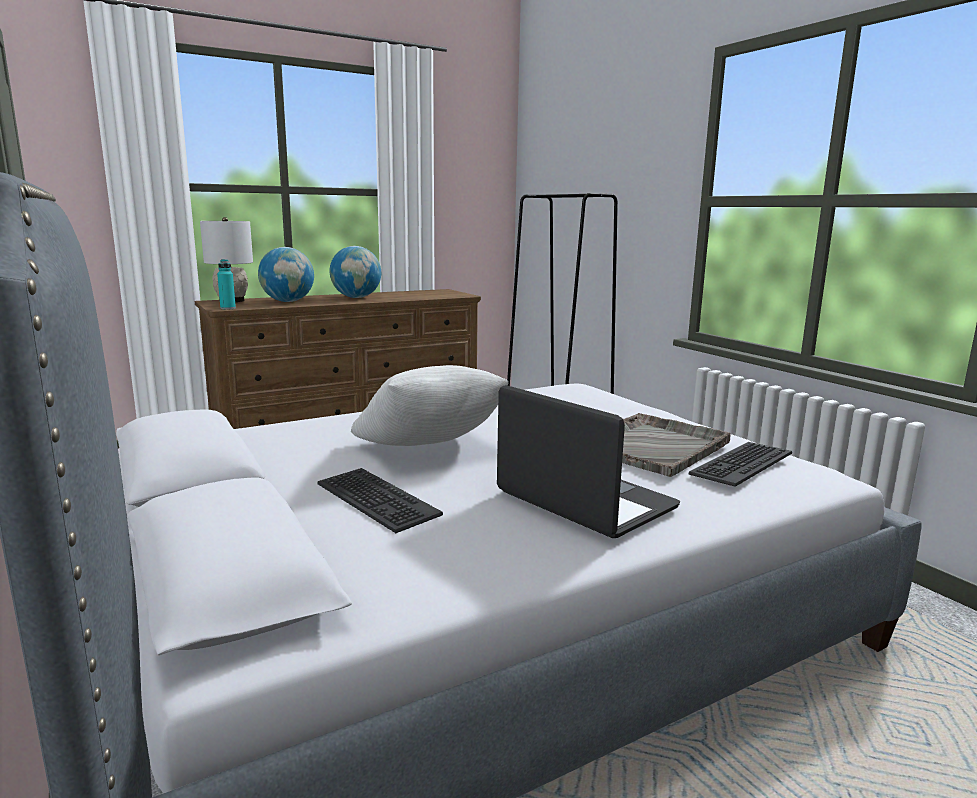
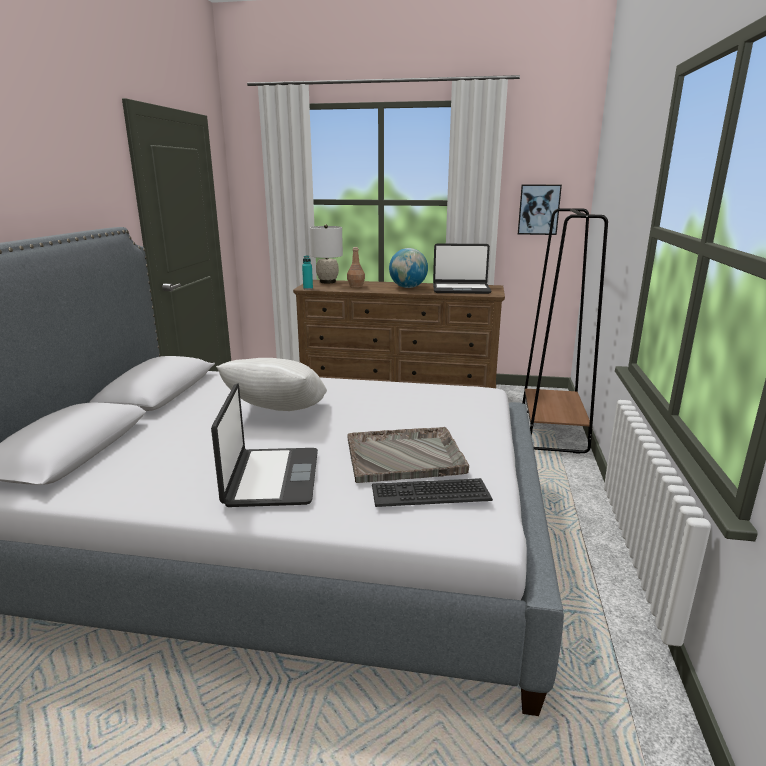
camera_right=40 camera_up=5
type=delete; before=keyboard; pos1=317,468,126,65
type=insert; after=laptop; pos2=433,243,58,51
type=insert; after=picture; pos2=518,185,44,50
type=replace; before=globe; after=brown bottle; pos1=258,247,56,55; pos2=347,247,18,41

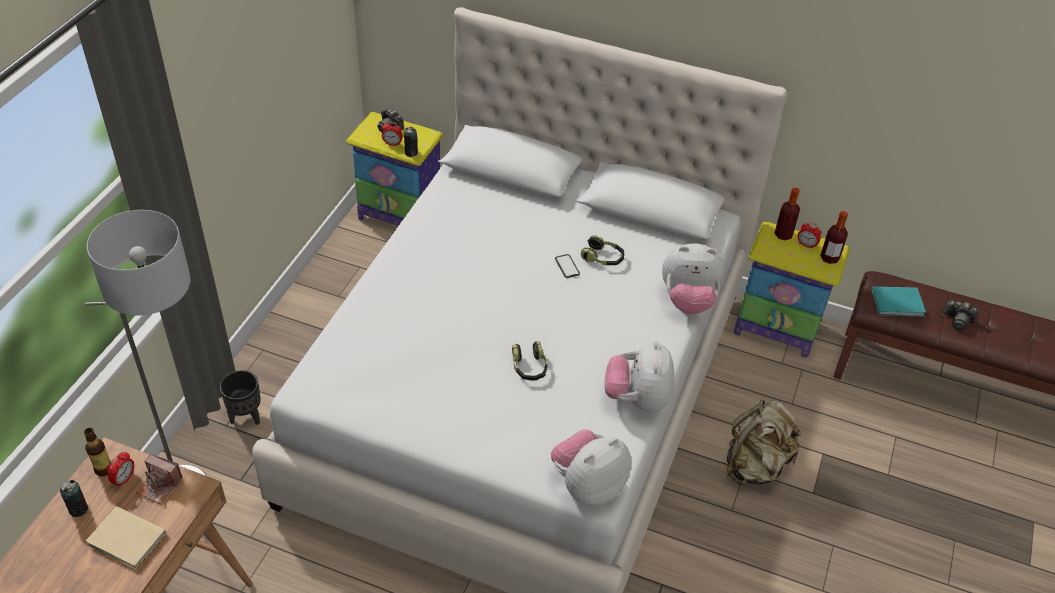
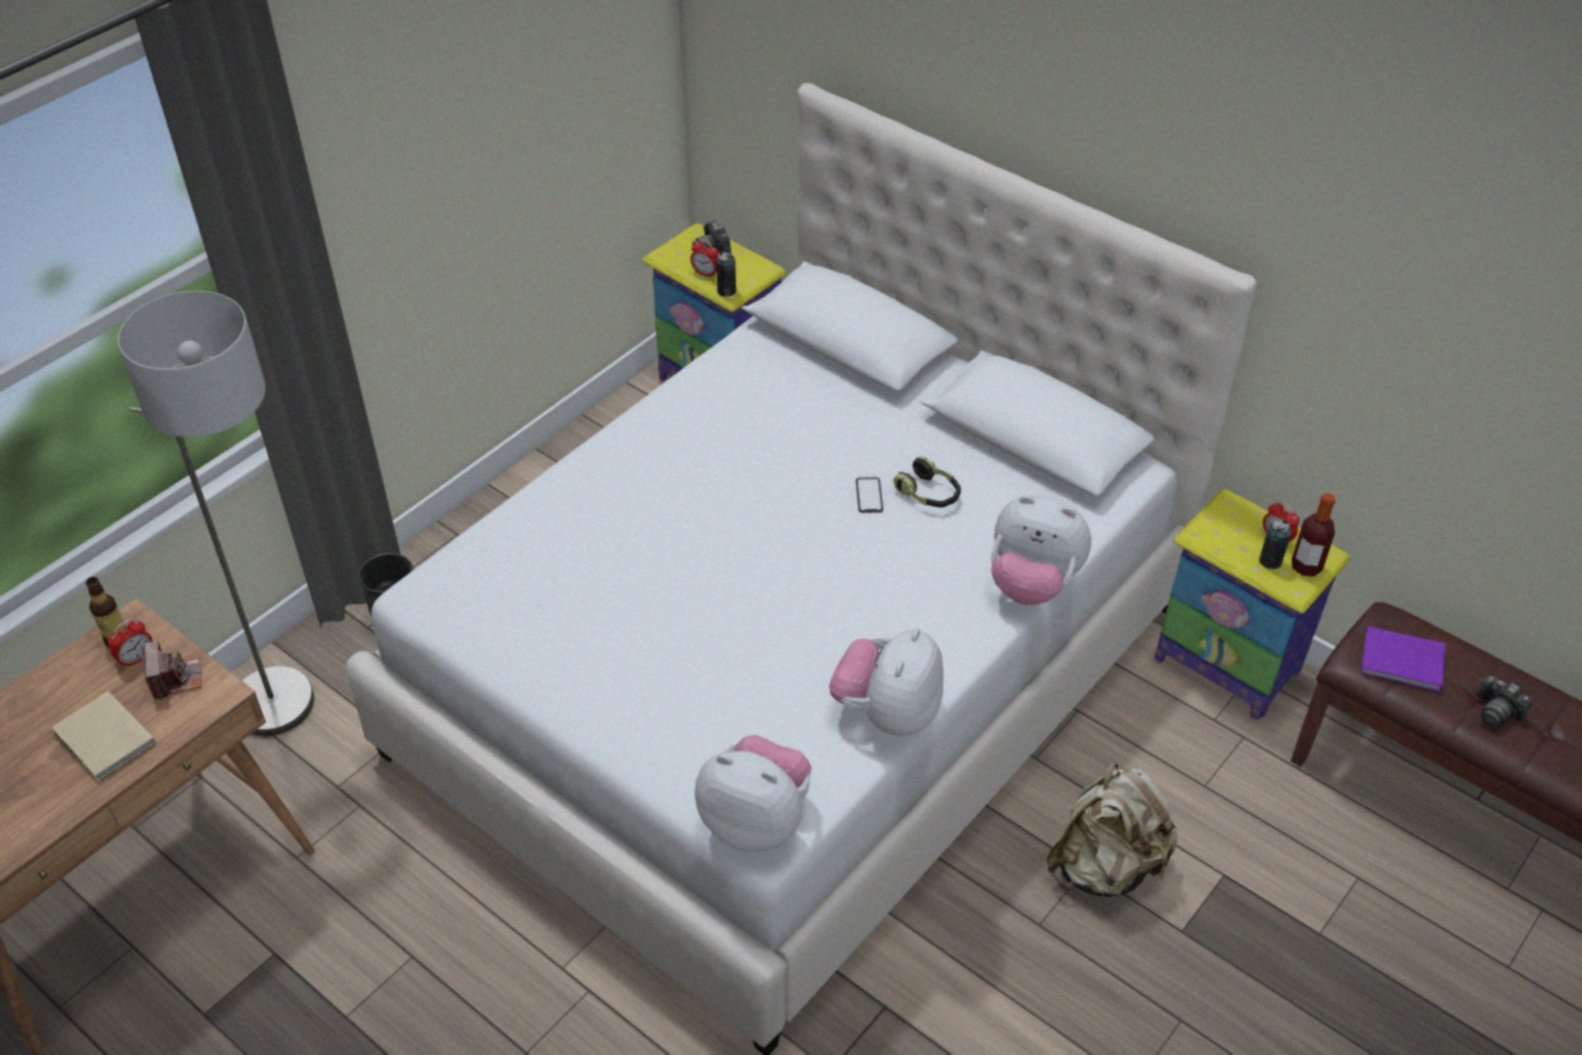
camera_right=20 camera_up=0
type=delete; before=headphones; pos1=512,341,36,40
type=delete; before=bottle; pos1=774,188,26,52
type=move; before=can; pos1=60,480,28,37; pos2=1259,519,33,50
type=recolor; before=turquoise book; after=purple book; pos1=871,287,55,29; pos2=1361,626,84,66
type=rotate; before=photo camera; pos1=136,454,47,50; pos2=140,641,62,59; turn=-150
type=rotate; before=plush toy; pos1=551,429,80,76; pos2=695,735,116,117; turn=45

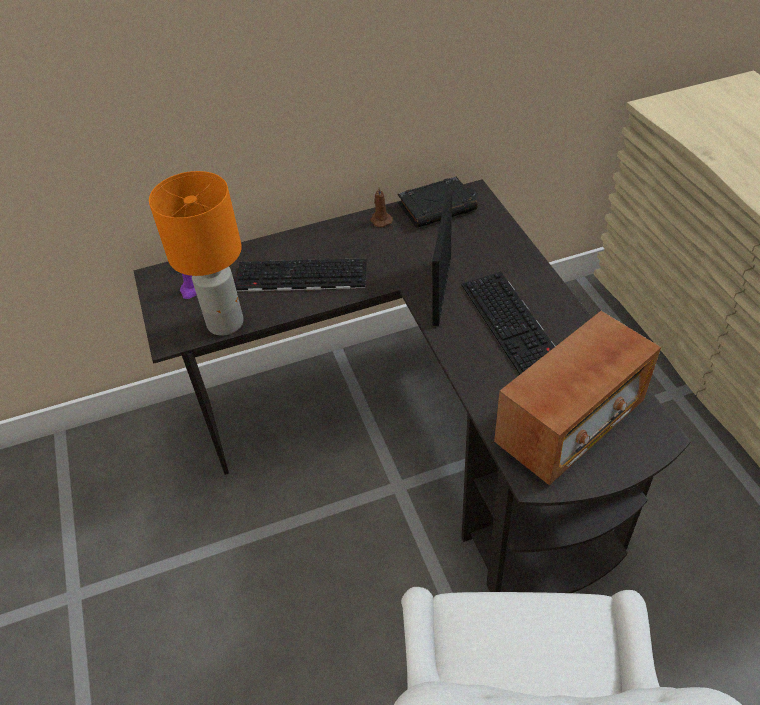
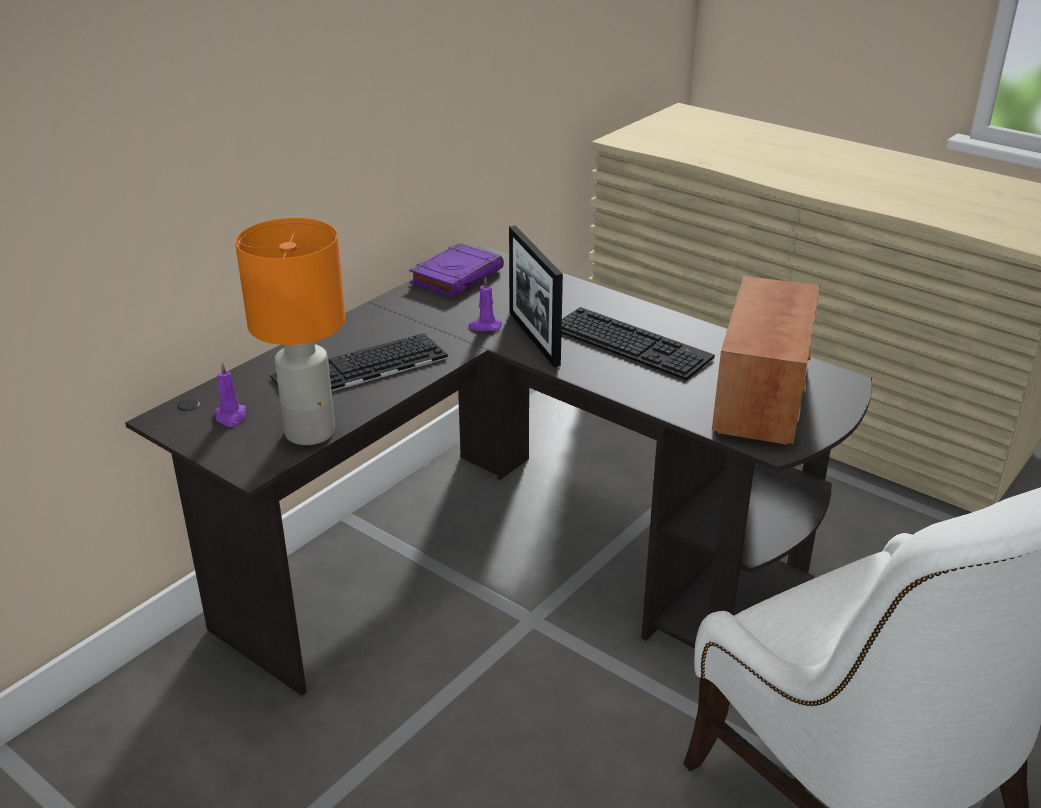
camera_right=-35 camera_up=-15
type=delete; before=brown candle; pos1=370,186,23,41
type=insert; after=purple candle; pos2=468,277,34,54
type=recolor; before=black book; after=purple book; pos1=398,177,80,51; pos2=409,243,95,54

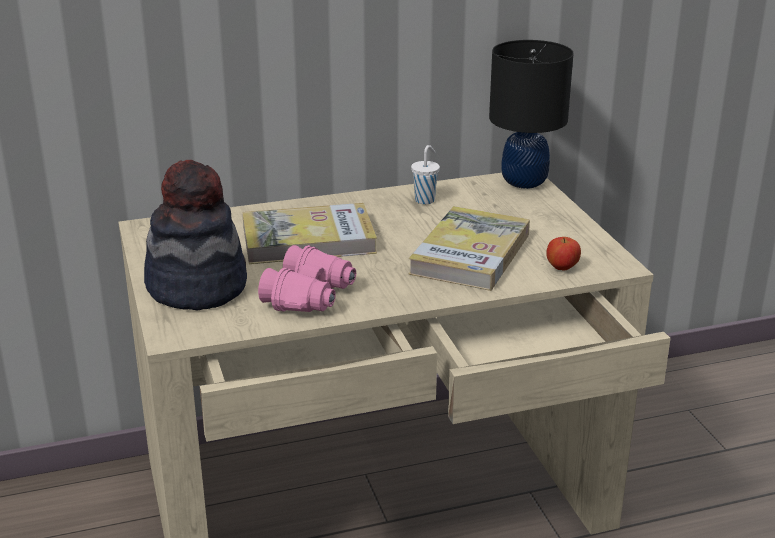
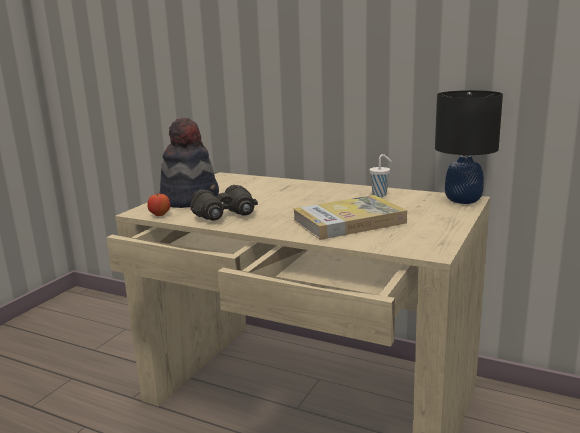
camera_right=45 camera_up=-10
type=delete; before=book; pos1=242,203,135,61
type=move; before=apple; pos1=546,237,35,34; pos2=148,194,22,22
type=recolor; before=pink binoculars; after=black binoculars; pos1=258,245,98,67; pos2=190,185,68,36

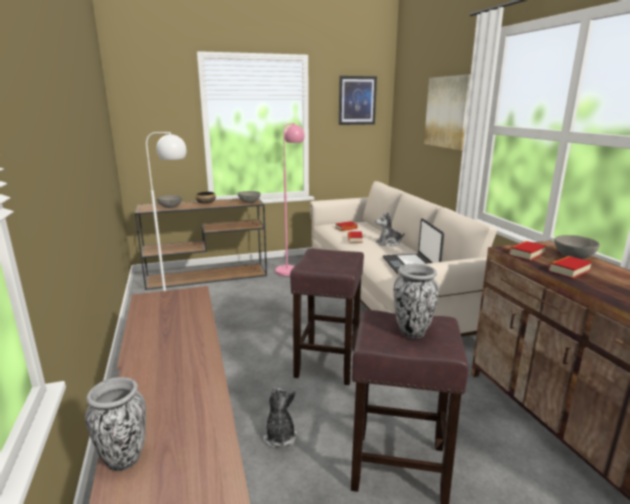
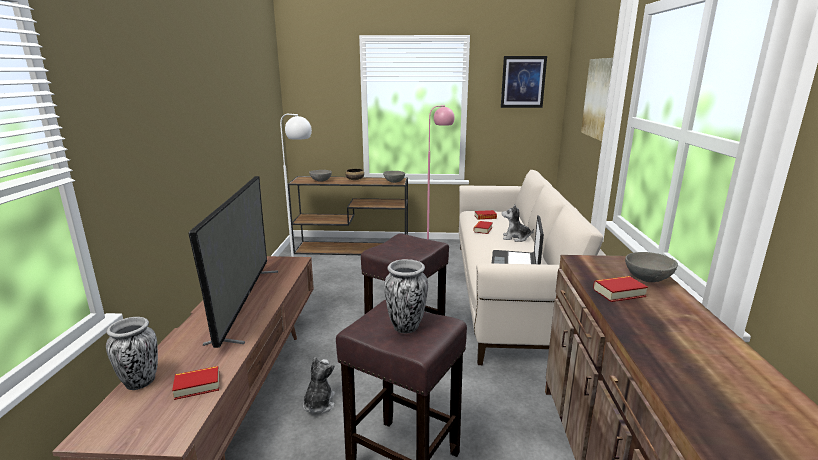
camera_right=20 camera_up=0
type=insert; after=television; pos2=189,176,89,172
type=move; before=book; pos1=509,241,37,20; pos2=172,366,47,34

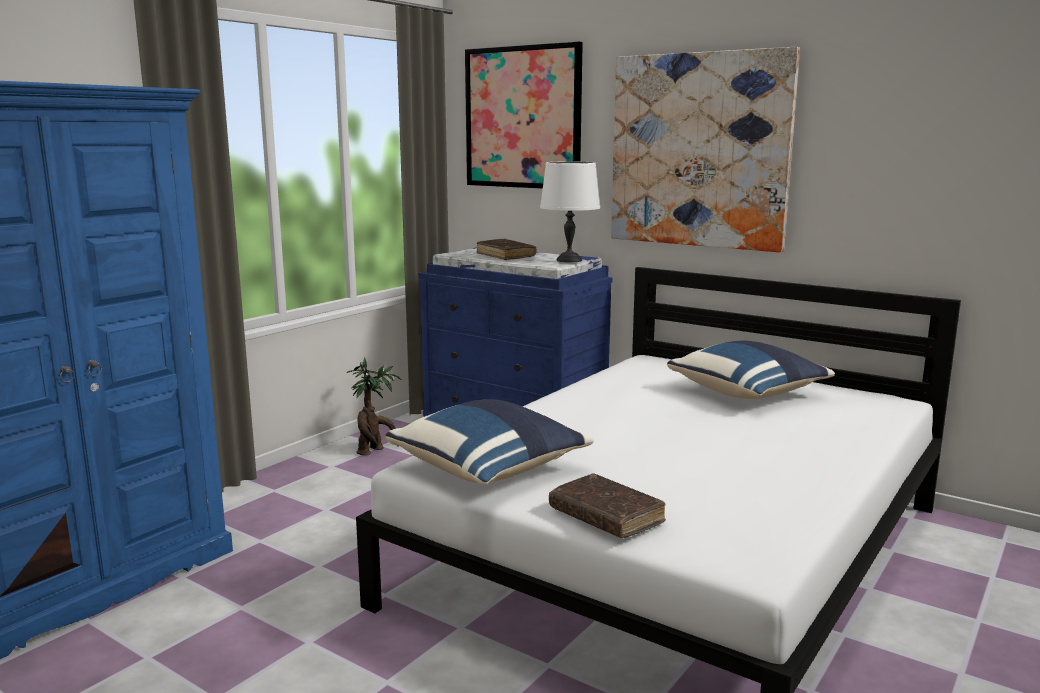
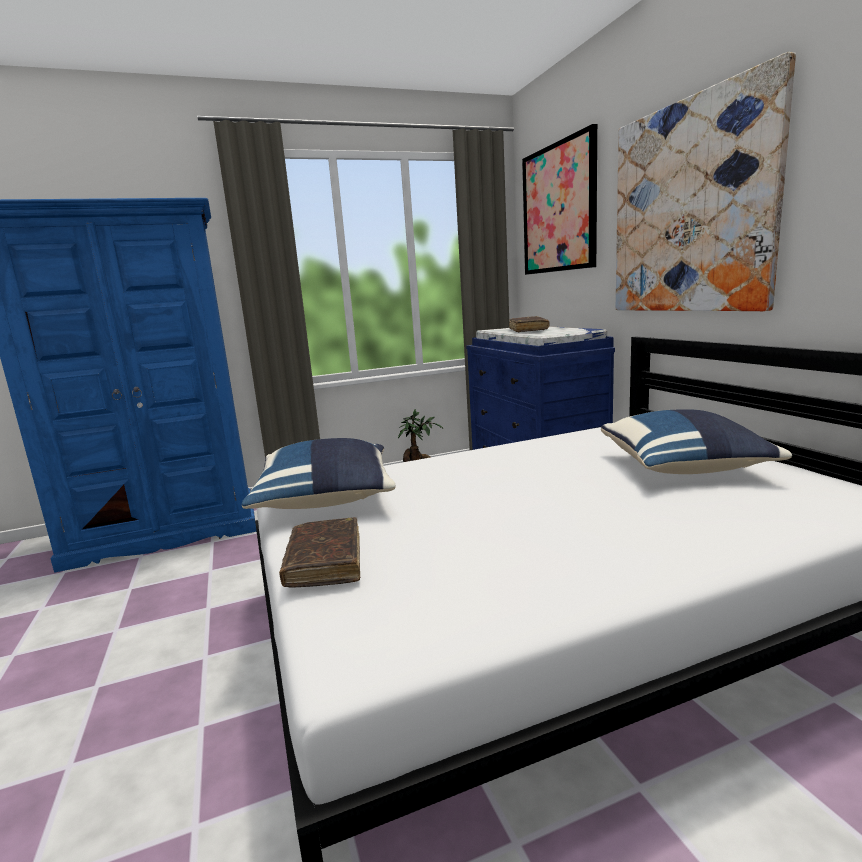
camera_right=35 camera_up=0
type=delete; before=white table lamp; pos1=540,162,60,100

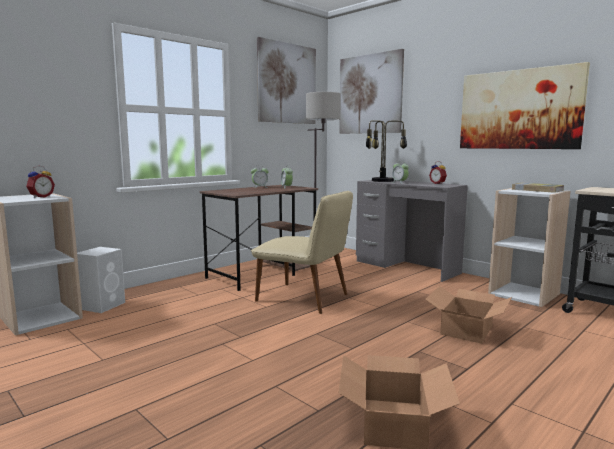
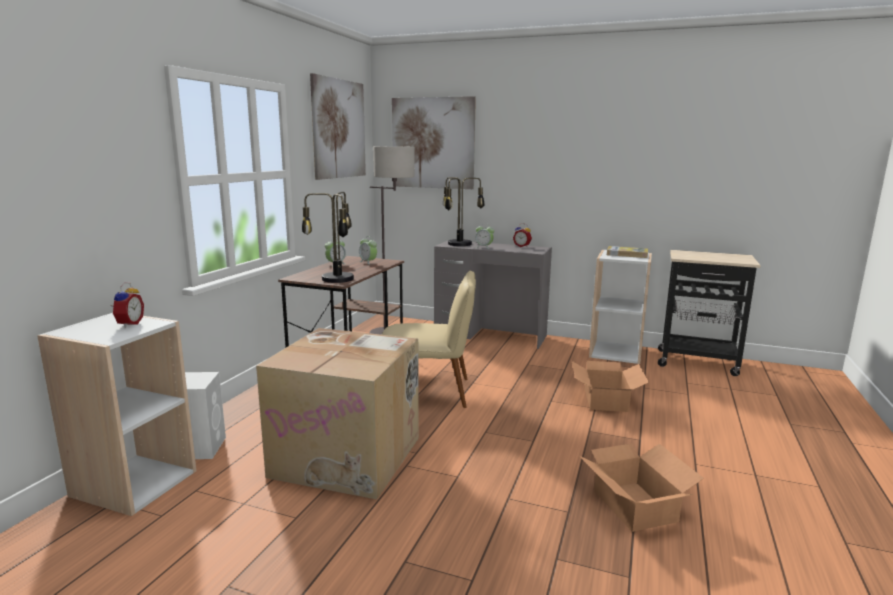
camera_right=-25 camera_up=5
type=delete; before=picture; pos1=460,62,130,87
type=insert; after=cardboard box; pos2=256,328,163,172
type=insert; after=table lamp; pos2=302,192,52,91

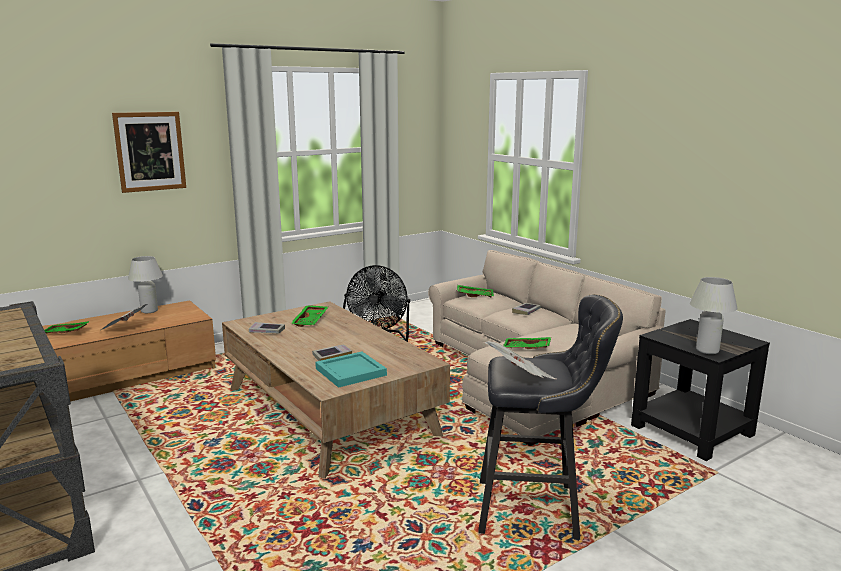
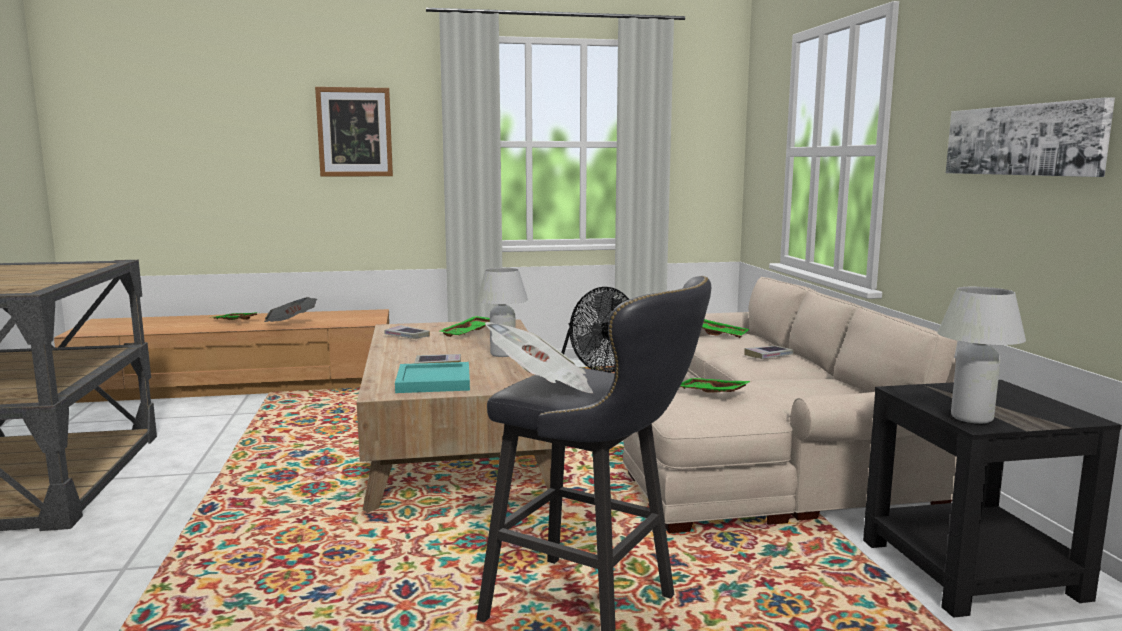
camera_right=25 camera_up=-5
type=insert; after=picture; pos2=946,97,169,80
type=move; before=white table lamp; pos1=128,256,35,57; pos2=477,268,51,89

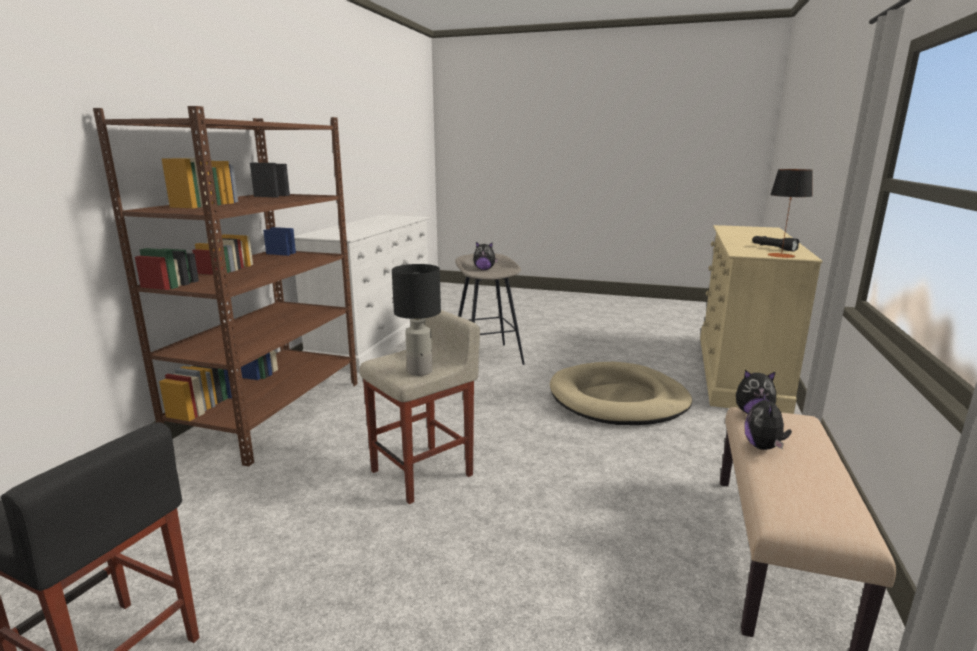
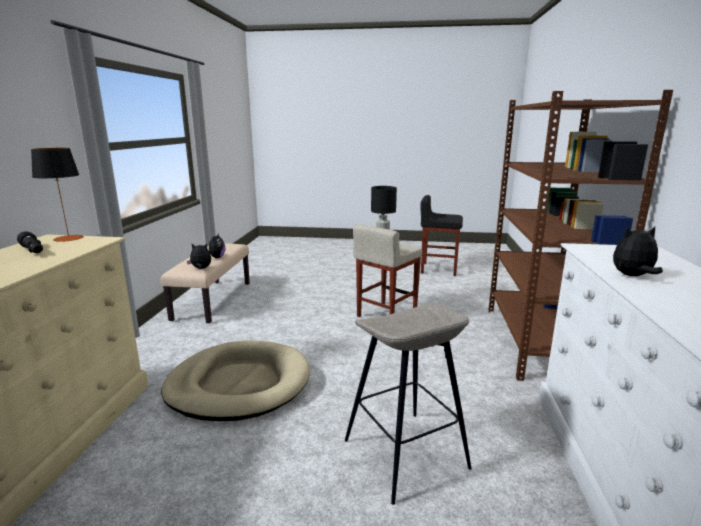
camera_right=170 camera_up=0
type=move; before=plush toy; pos1=473,242,25,28; pos2=613,227,50,49

